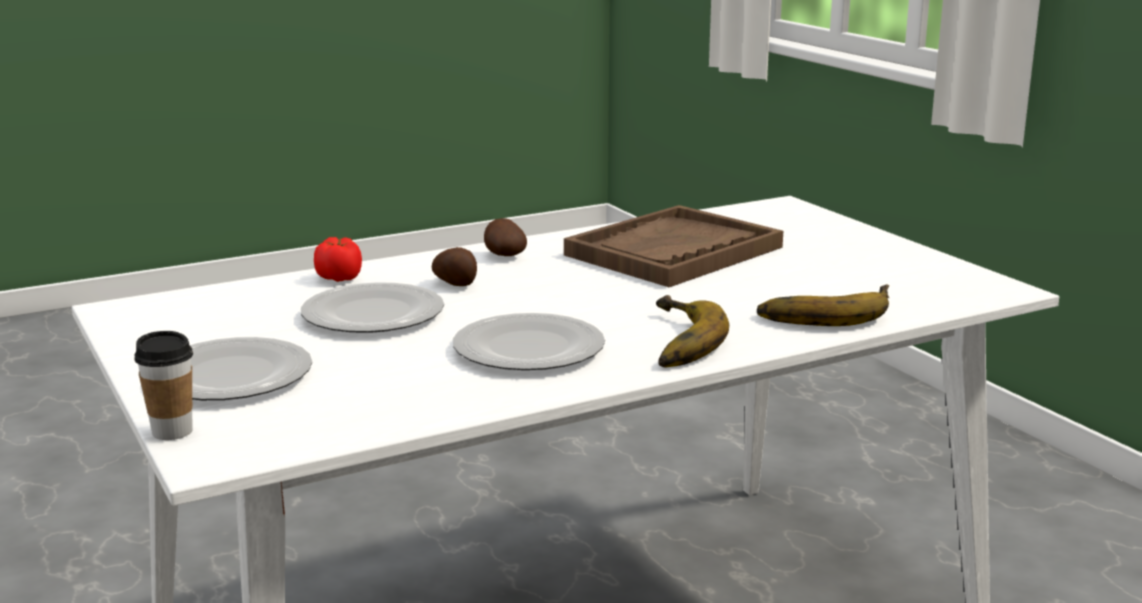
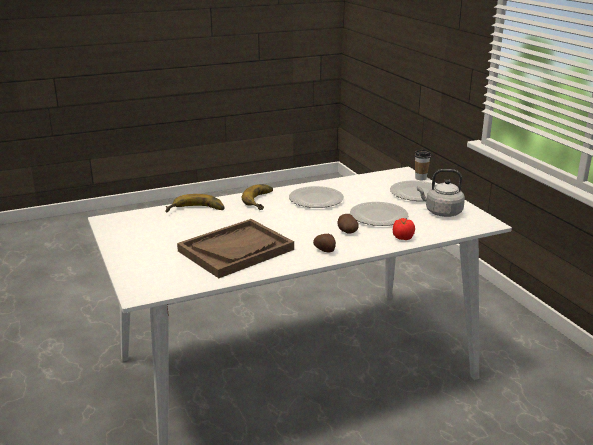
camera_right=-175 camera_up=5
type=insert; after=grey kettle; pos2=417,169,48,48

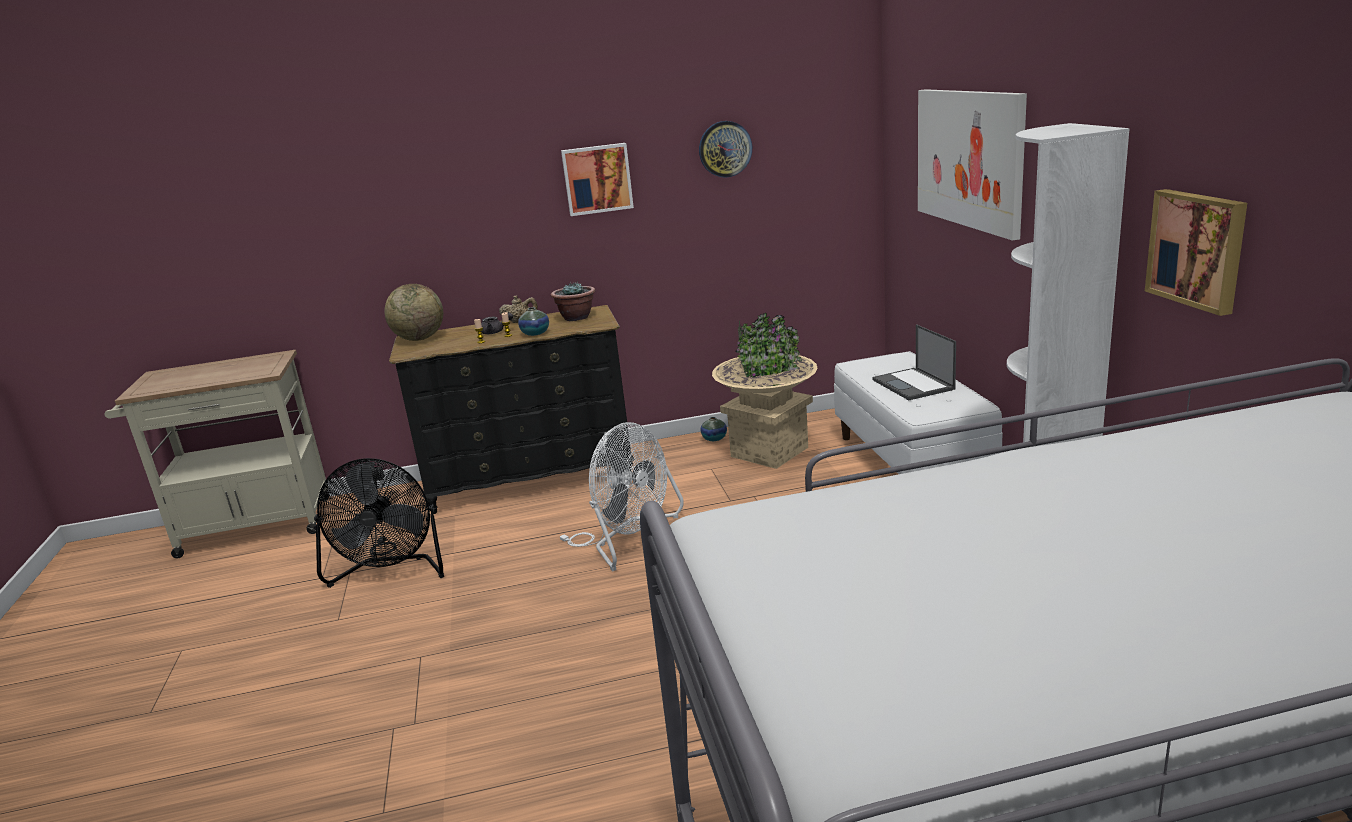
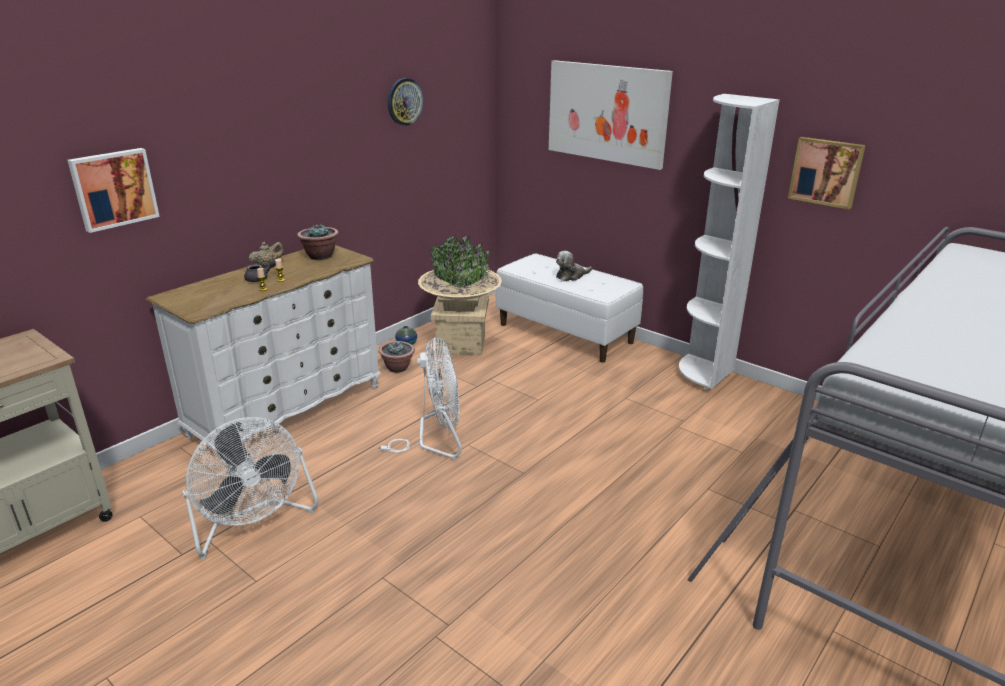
camera_right=-40 camera_up=5
type=delete; before=globe; pos1=384,284,59,57
type=delete; before=vase; pos1=518,307,31,29
type=insert; after=potted plant; pos2=379,341,36,32
type=move; before=picture; pos1=561,143,73,73; pos2=67,148,93,85
type=replace; before=laptop; after=plush toy; pos1=872,324,84,76; pos2=556,251,36,30
type=recolor; before=black fan; after=white fan; pos1=314,458,130,130; pos2=182,417,136,143
type=recolor; before=black dresser; after=white dresser; pos1=389,305,245,209; pos2=146,245,234,220

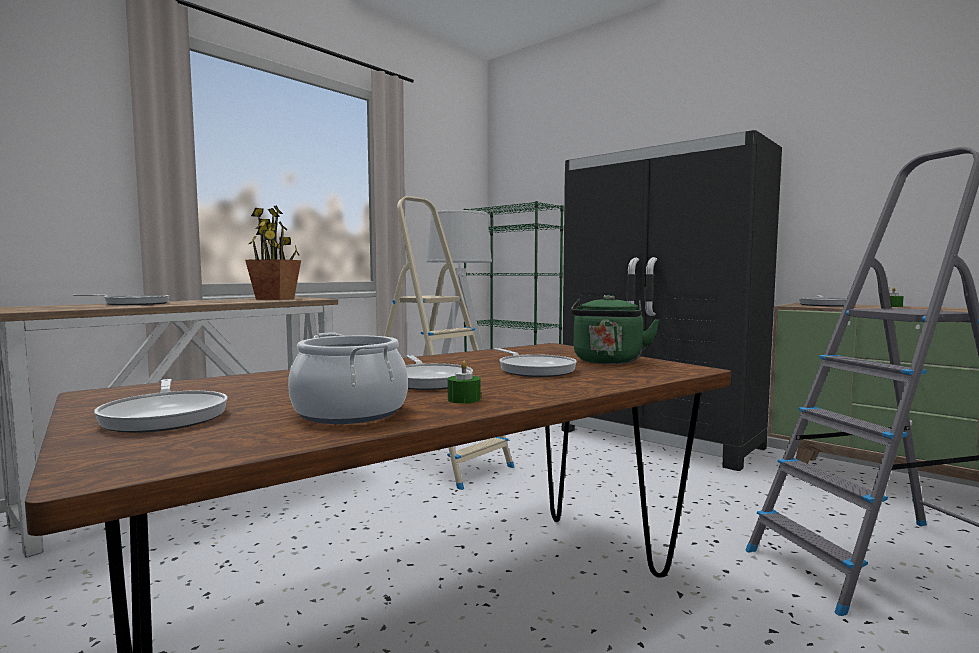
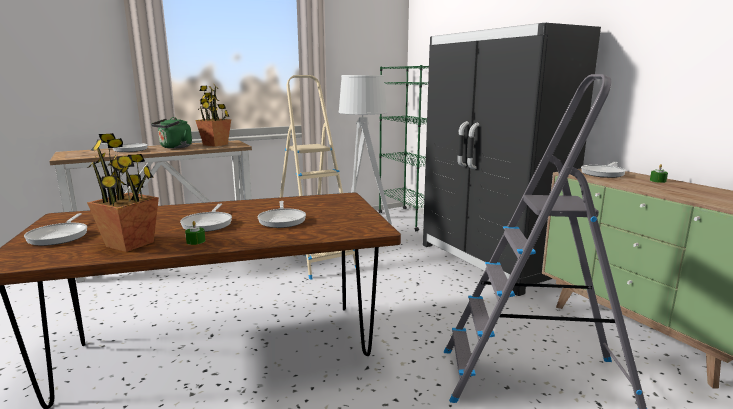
camera_right=20 camera_up=10
type=move; before=green kettle; pos1=571,295,89,69; pos2=151,117,41,32
type=replace; before=cooking pot; after=potted plant; pos1=288,332,120,92; pos2=87,133,72,119

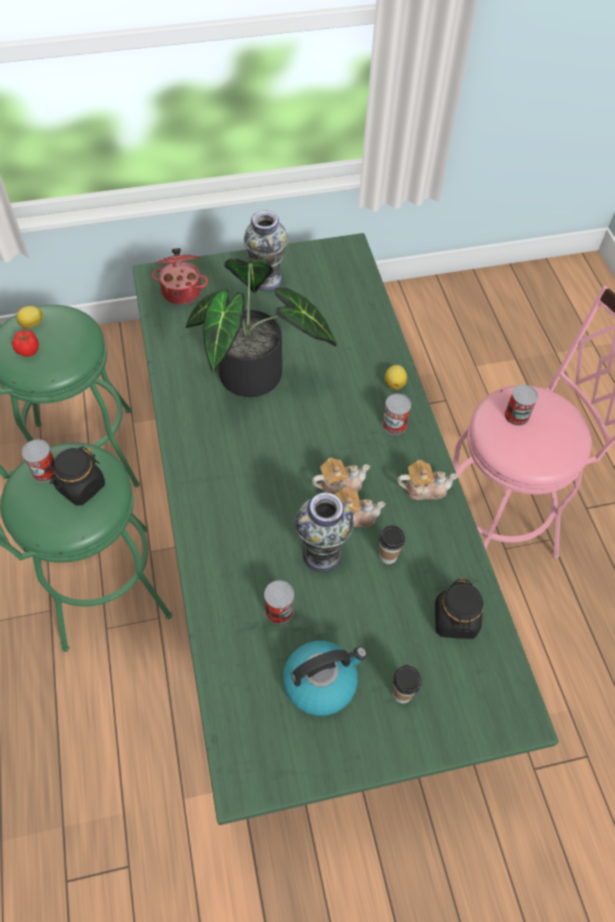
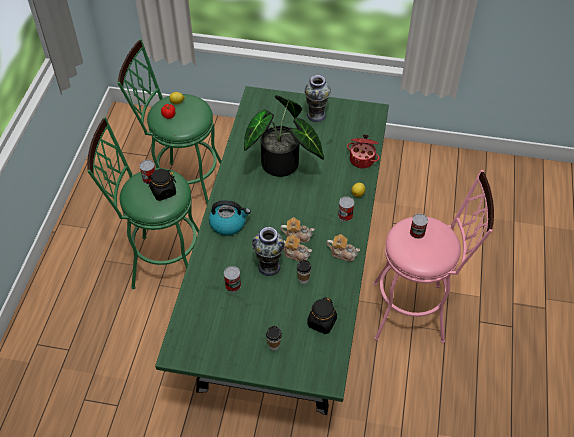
camera_right=25 camera_up=-5
type=move; before=cooking pot; pos1=152,248,56,57; pos2=347,134,32,35
type=move; before=kettle; pos1=283,641,84,75; pos2=209,200,42,36

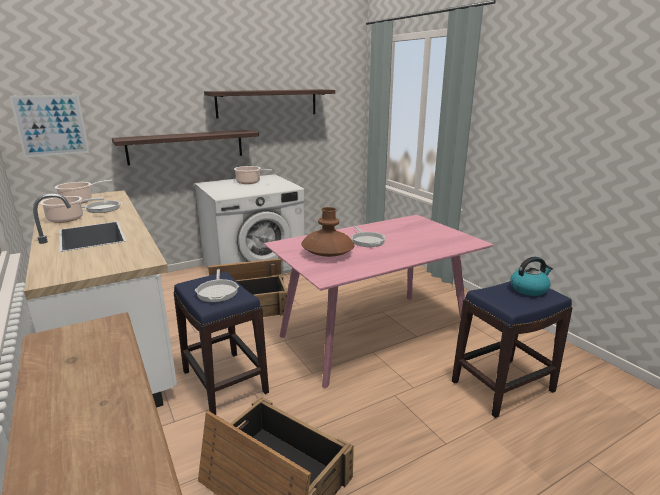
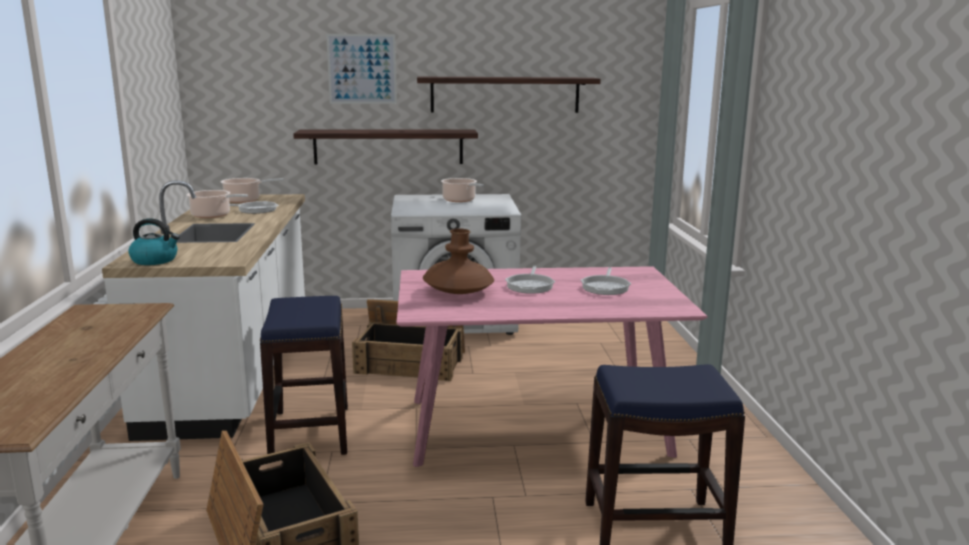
camera_right=25 camera_up=-5
type=move; before=picture; pos1=9,95,81,62; pos2=326,34,71,70
type=move; before=frying pan; pos1=195,269,44,33; pos2=580,267,51,28
type=move; before=kettle; pos1=511,257,42,39; pos2=128,218,52,47

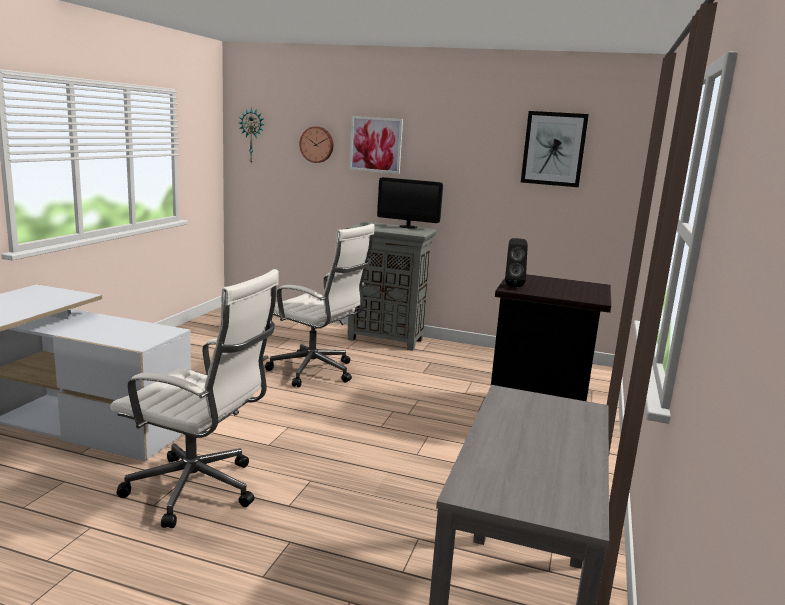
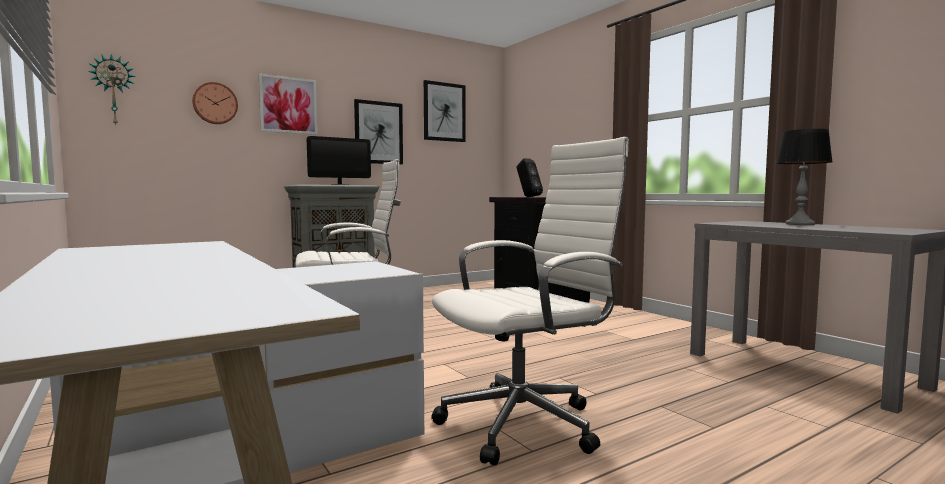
camera_right=-50 camera_up=-10
type=insert; after=picture; pos2=354,99,49,65
type=insert; after=table lamp; pos2=776,129,57,96

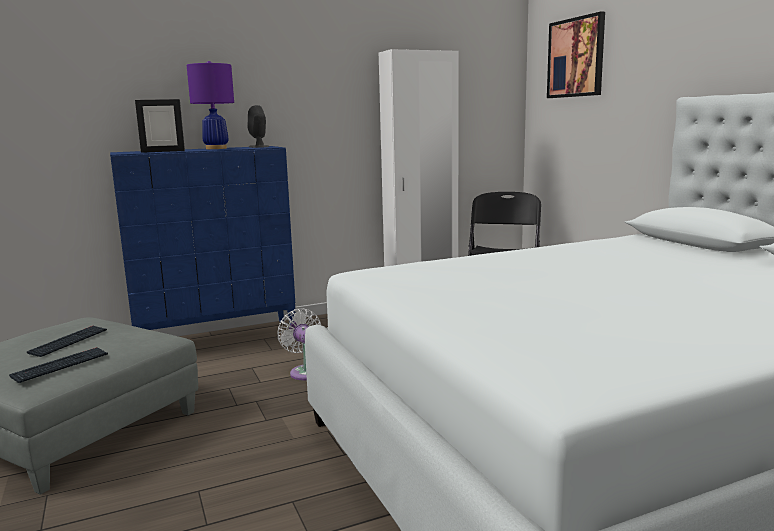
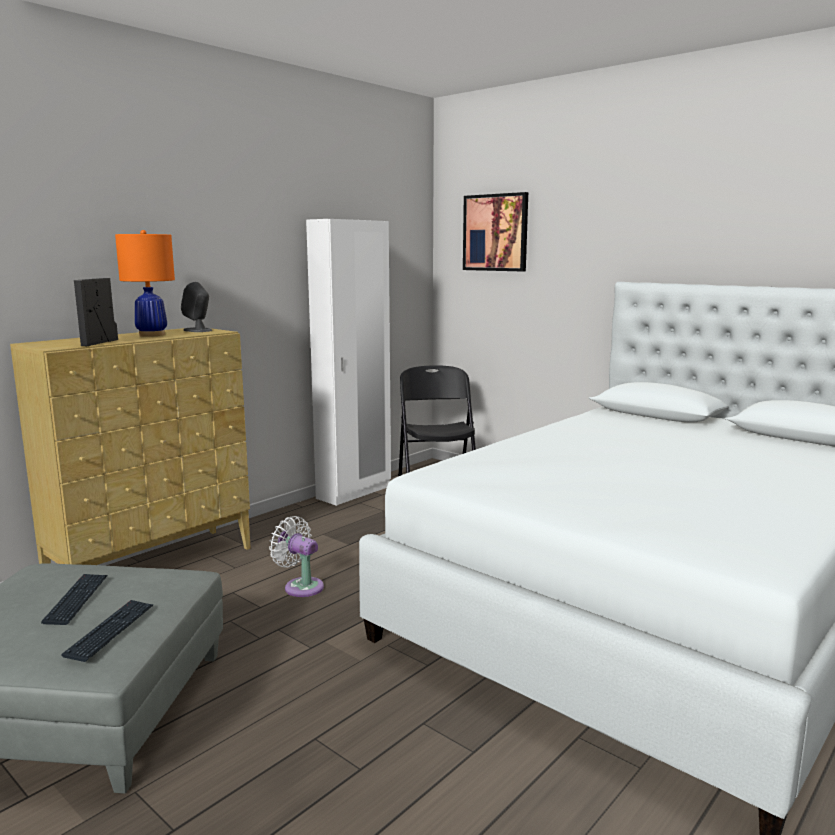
camera_right=-25 camera_up=0
type=recolor; before=blue dresser; after=beige dresser; pos1=110,146,186,184; pos2=10,328,241,237
type=recolor; before=purple table lamp; after=orange table lamp; pos1=187,61,47,88; pos2=115,230,60,107
type=rotate; before=picture frame; pos1=135,99,50,54; pos2=74,278,44,68; turn=135

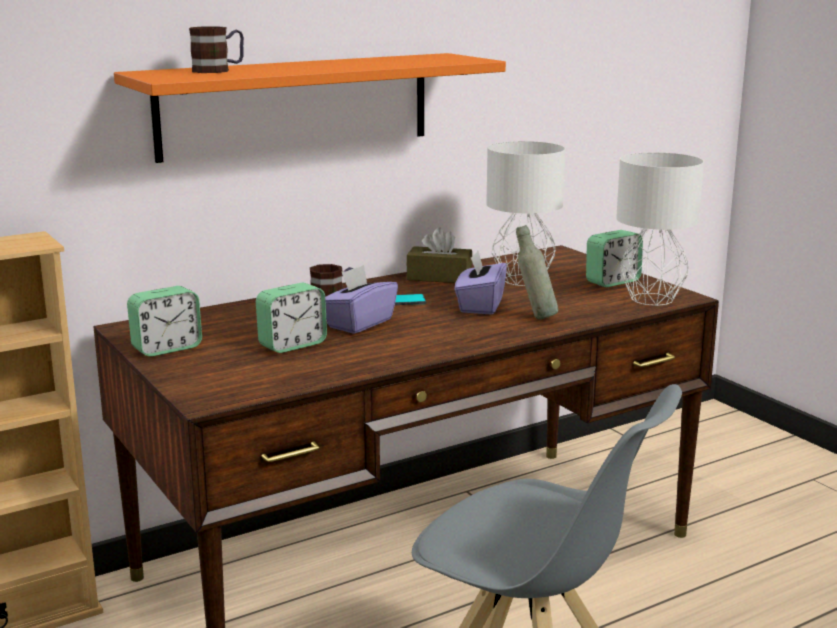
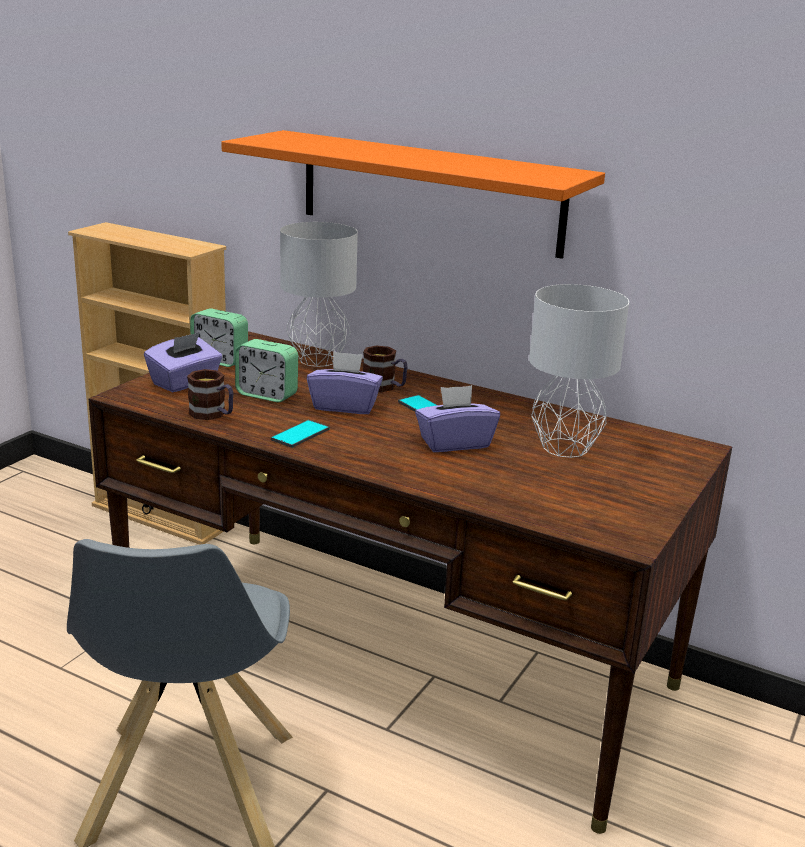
camera_right=60 camera_up=5
type=delete; before=brown tissue box; pos1=407,227,65,56
type=delete; before=grey bottle; pos1=516,225,42,94
type=delete; before=alarm clock; pos1=586,230,57,57
type=insert; after=purple tissue box; pos2=144,332,78,60
type=insert; after=phone; pos2=271,420,59,28
type=move; before=mug; pos1=189,26,55,47; pos2=187,369,46,51
type=move; before=white table lamp; pos1=616,152,88,154; pos2=280,222,78,145

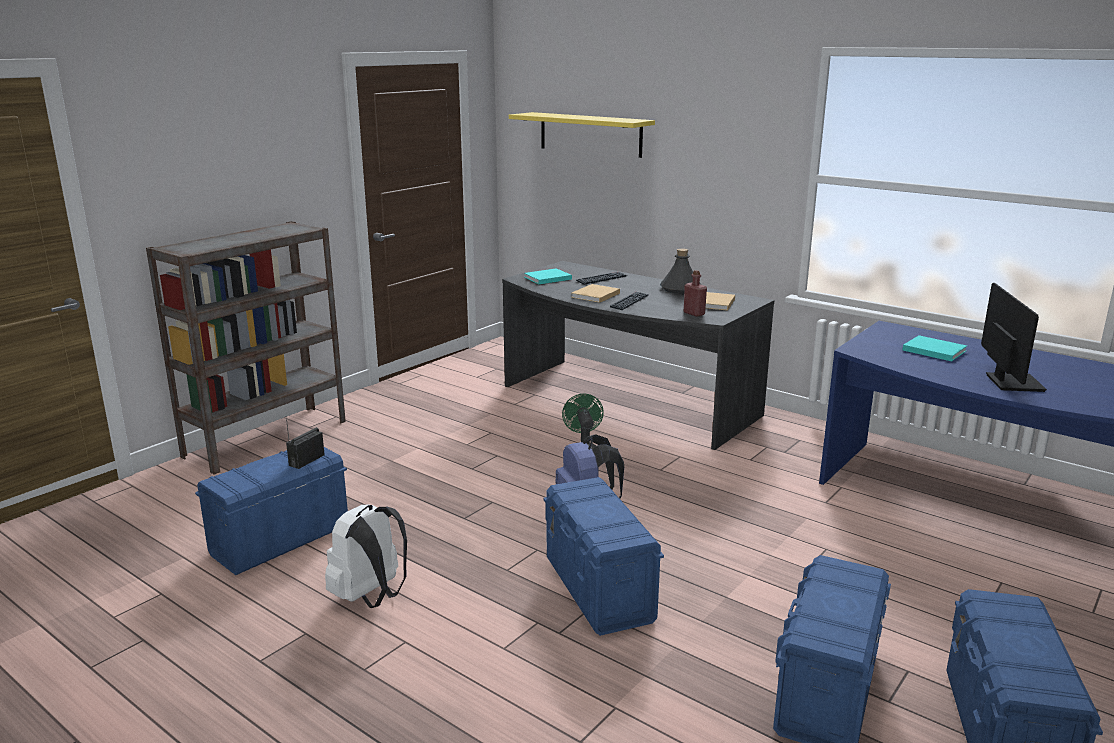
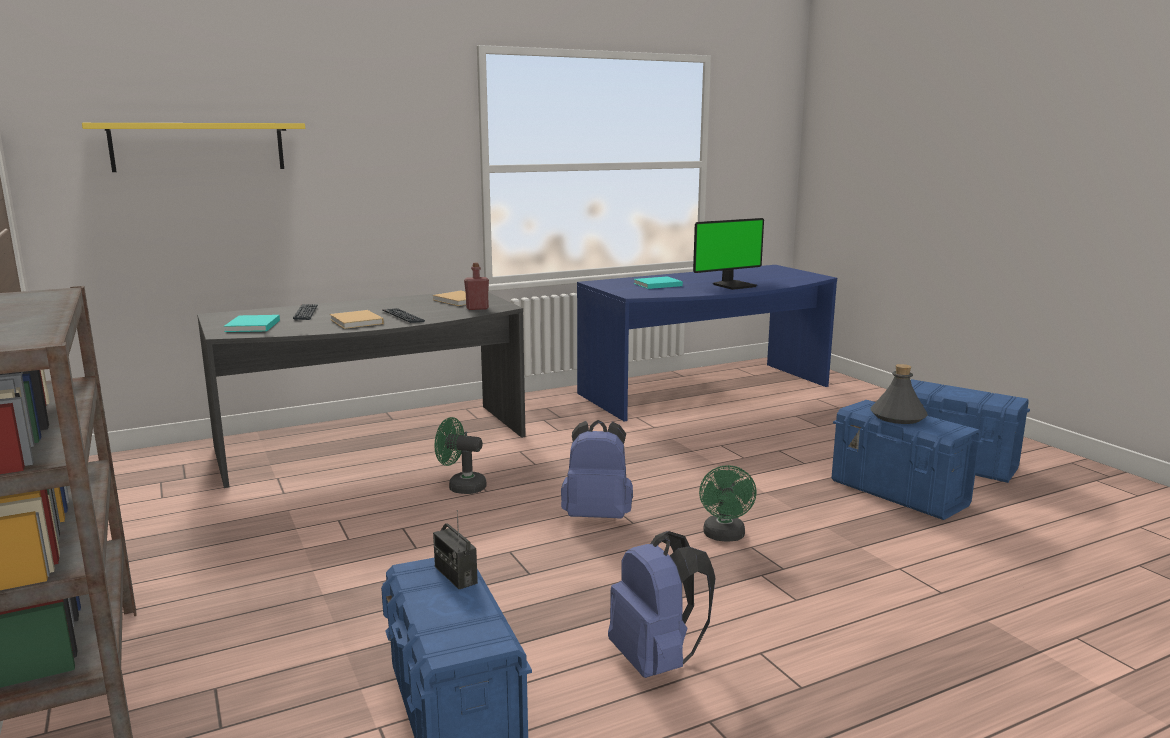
camera_right=-65 camera_up=-5
type=move; before=grey bottle; pos1=660,248,41,46; pos2=870,364,58,60
type=replace; before=blue storage box; after=green fan; pos1=543,477,121,159; pos2=699,465,58,76
type=recolor; before=white backpack; after=blue backpack; pos1=325,505,82,103; pos2=608,531,108,147
type=rotate; before=monitor; pos1=981,283,66,109; pos2=693,218,71,72; turn=120

